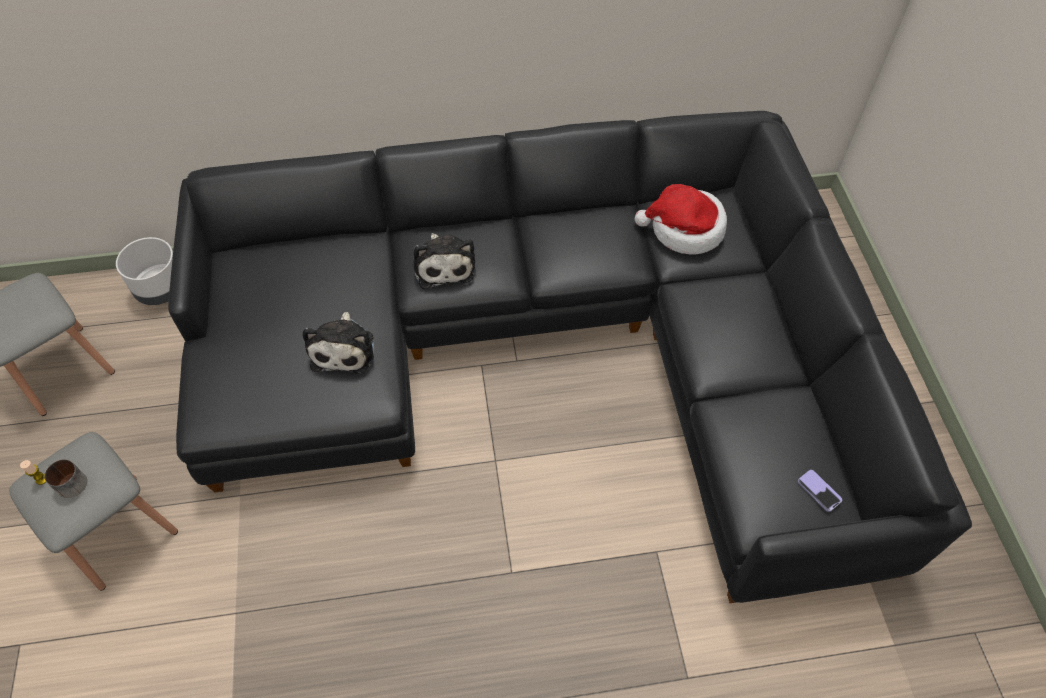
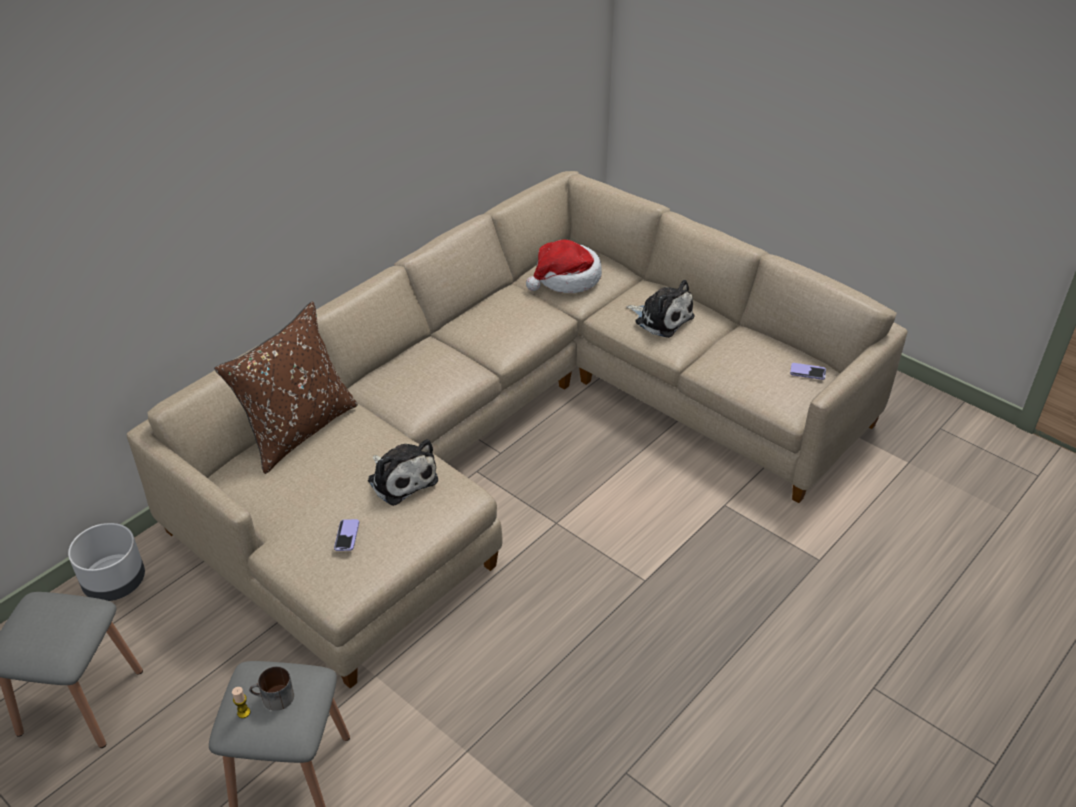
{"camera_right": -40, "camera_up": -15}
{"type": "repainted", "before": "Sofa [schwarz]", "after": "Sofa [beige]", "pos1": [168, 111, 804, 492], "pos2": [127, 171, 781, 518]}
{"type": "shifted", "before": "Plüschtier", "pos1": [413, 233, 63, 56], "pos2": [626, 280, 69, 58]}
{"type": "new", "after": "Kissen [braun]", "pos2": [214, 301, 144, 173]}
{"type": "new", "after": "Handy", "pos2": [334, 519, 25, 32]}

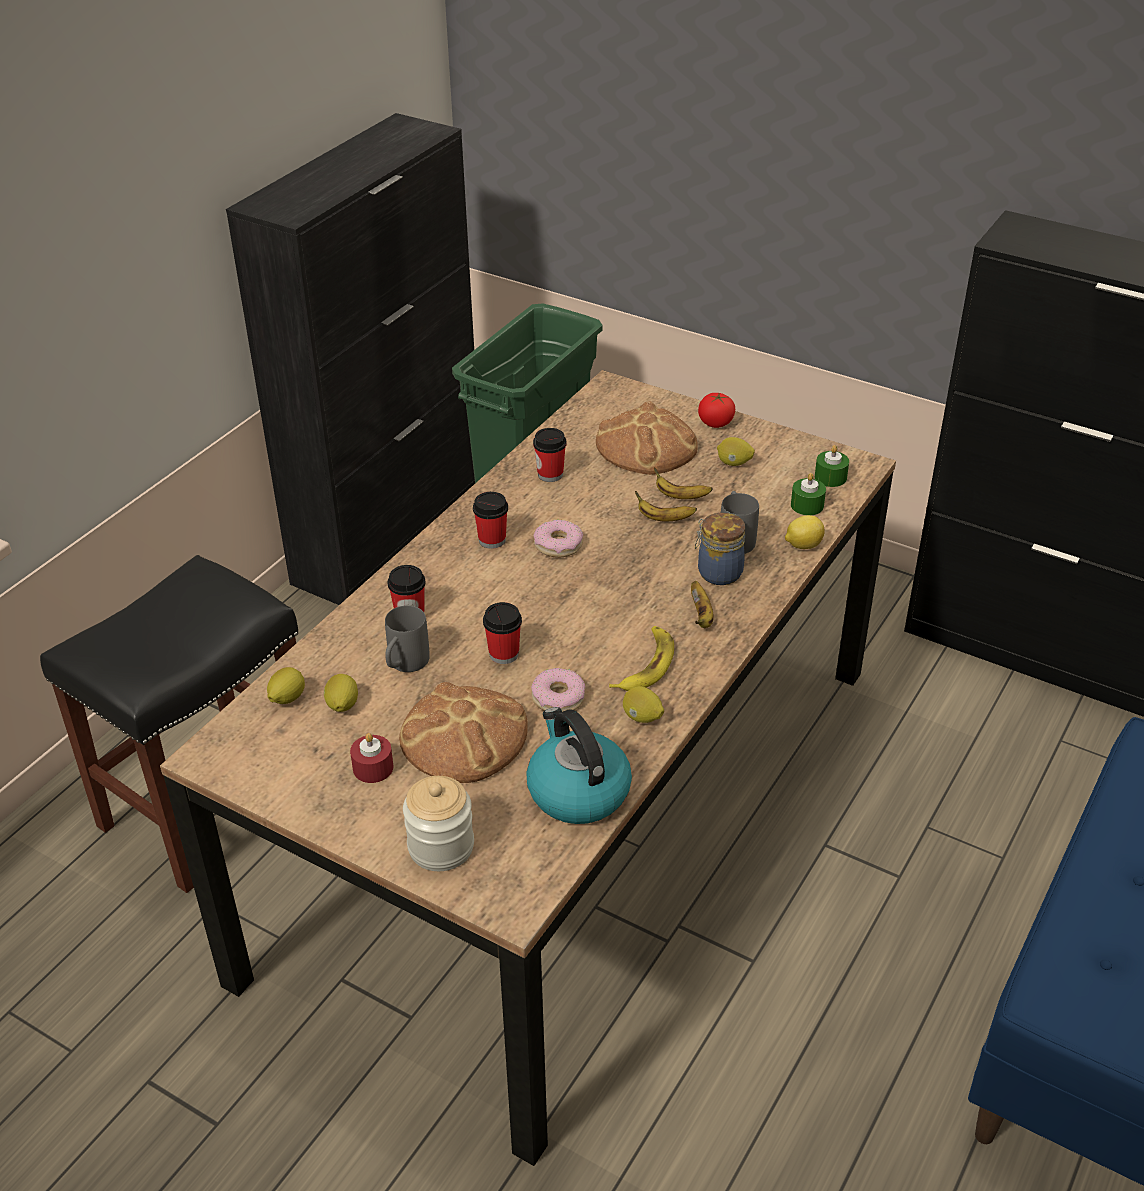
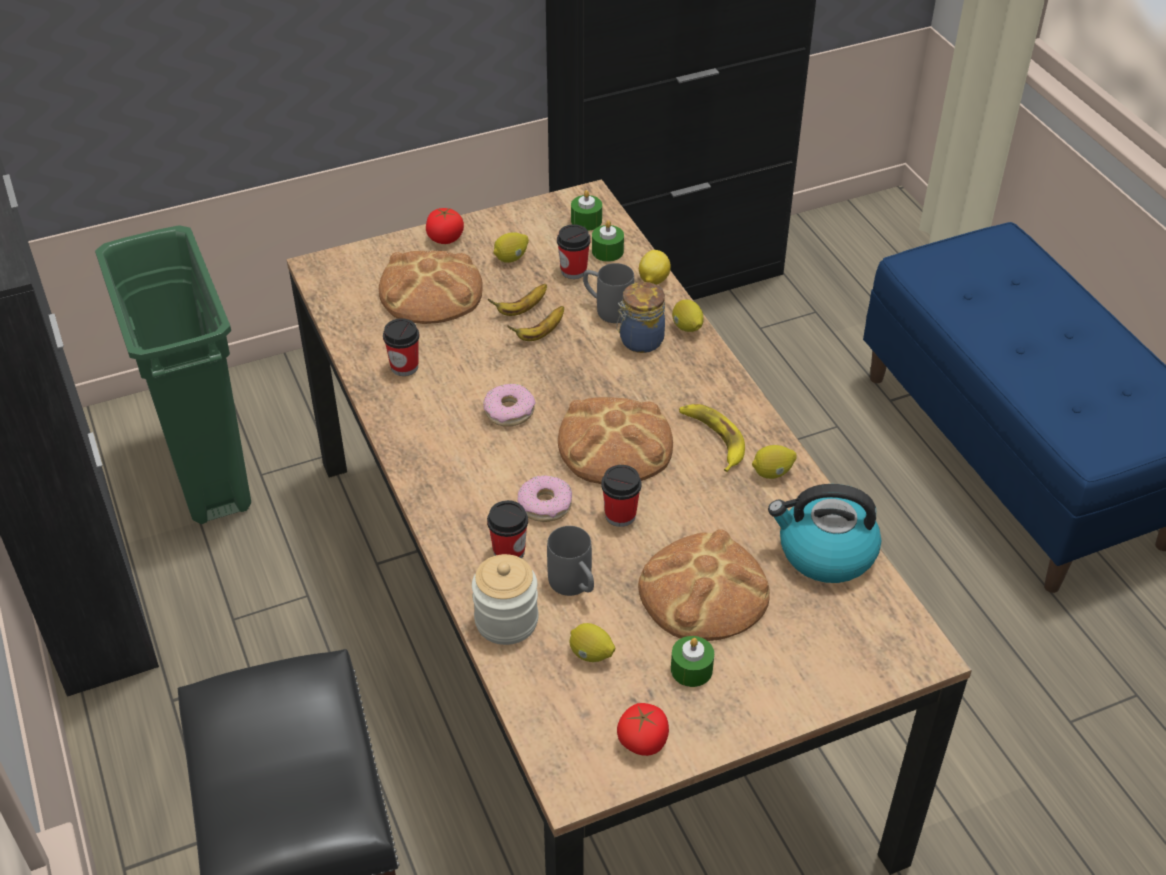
{"camera_right": -55, "camera_up": 5}
{"type": "shifted", "before": "Zitrone", "pos1": [267, 667, 38, 37], "pos2": [672, 300, 31, 32]}
{"type": "repainted", "before": "Kerze [rot]", "after": "Kerze [grün]", "pos1": [350, 733, 43, 50], "pos2": [671, 636, 43, 51]}
{"type": "shifted", "before": "Vorratsglas", "pos1": [403, 776, 71, 95], "pos2": [472, 554, 66, 91]}
{"type": "shifted", "before": "Tasse", "pos1": [473, 492, 35, 57], "pos2": [557, 224, 34, 55]}
{"type": "shifted", "before": "Donut", "pos1": [531, 668, 54, 44], "pos2": [518, 475, 54, 47]}
{"type": "gone", "before": "Banane", "pos1": [691, 581, 23, 47]}
{"type": "new", "after": "Brot", "pos2": [558, 397, 115, 87]}
{"type": "new", "after": "Tomate", "pos2": [617, 703, 52, 53]}

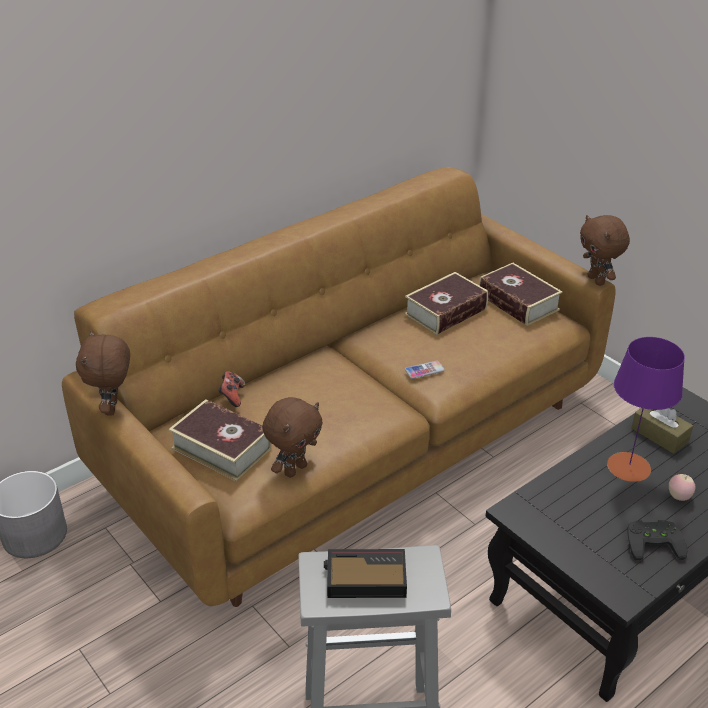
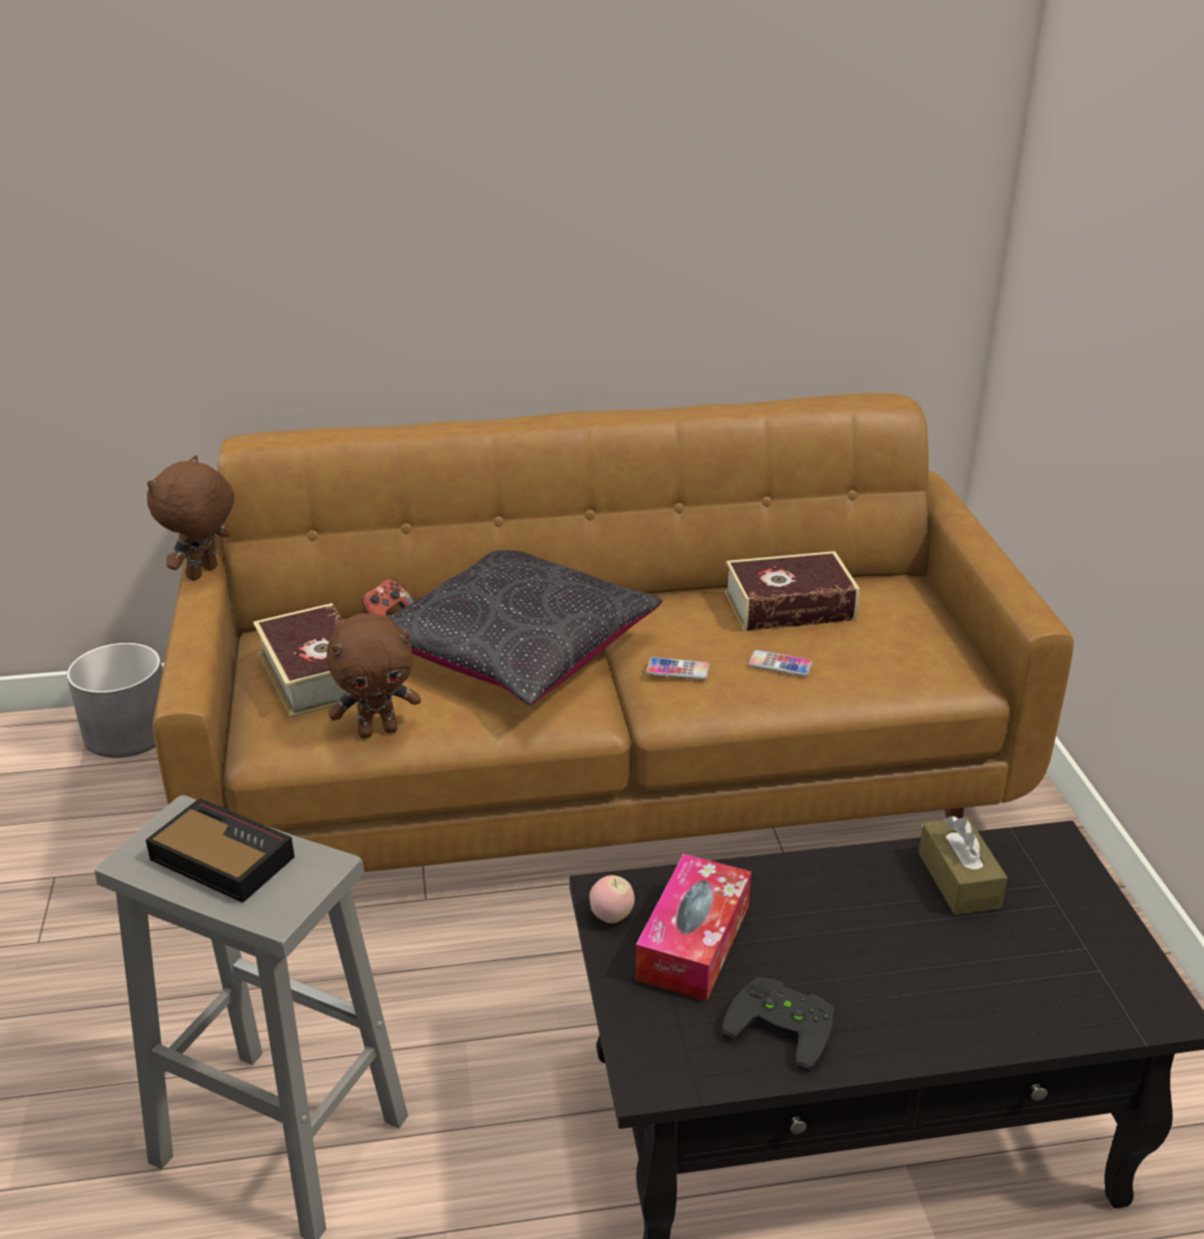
{"camera_right": 30, "camera_up": -5}
{"type": "gone", "before": "Buch", "pos1": [479, 263, 83, 63]}
{"type": "gone", "before": "Plüschtier [braun]", "pos1": [580, 215, 50, 71]}
{"type": "gone", "before": "Tischlampe [lila]", "pos1": [607, 337, 78, 145]}
{"type": "shifted", "before": "Apfel", "pos1": [669, 474, 26, 27], "pos2": [589, 875, 46, 48]}
{"type": "new", "after": "Kissen [schwarz]", "pos2": [389, 550, 274, 155]}
{"type": "new", "after": "Taschentuchbox", "pos2": [635, 853, 116, 148]}
{"type": "new", "after": "Handy", "pos2": [748, 650, 65, 27]}

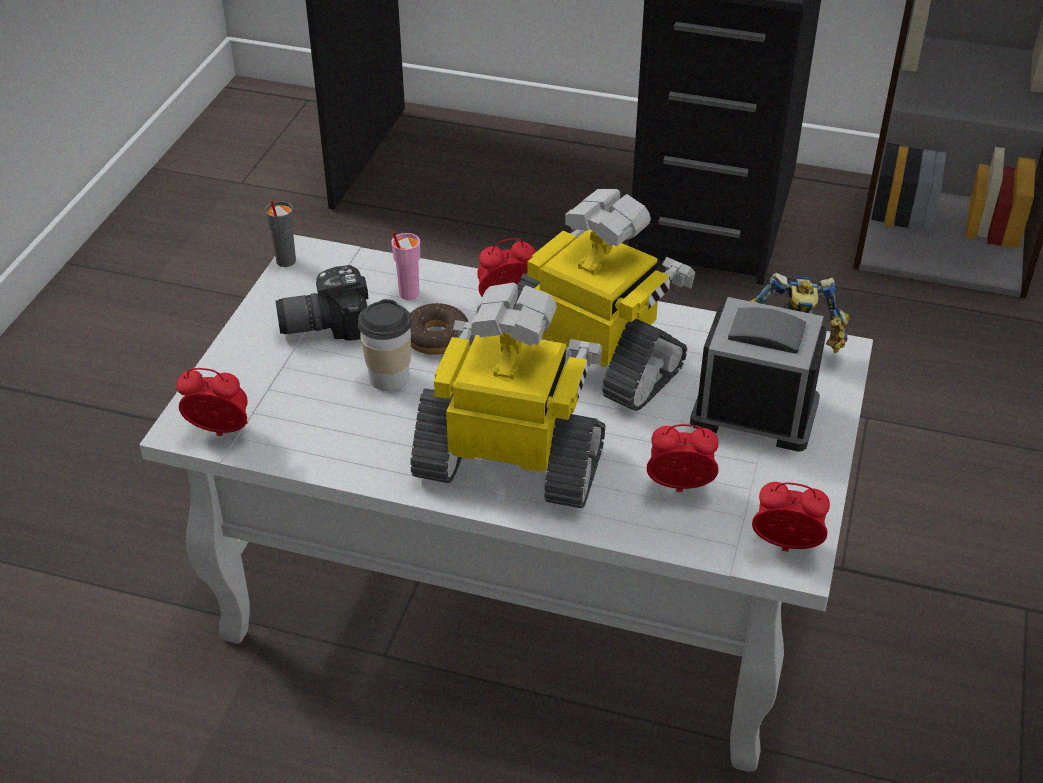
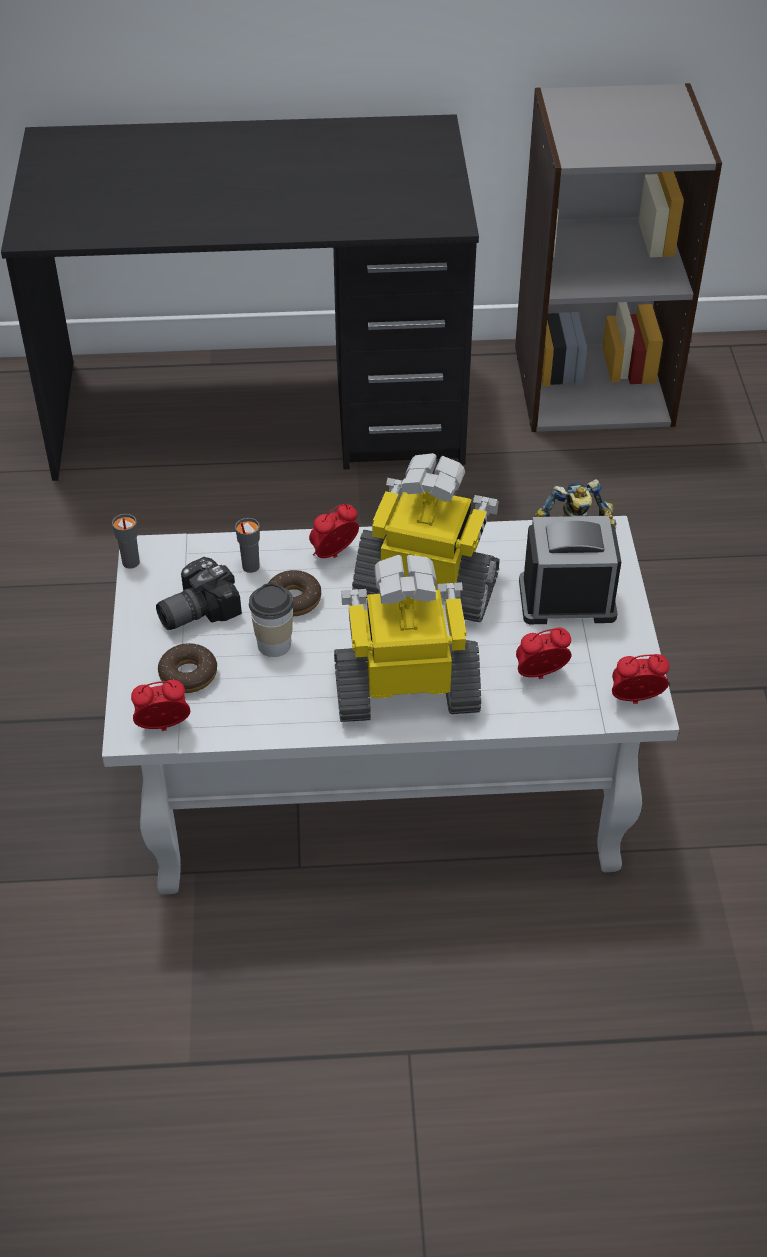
{"camera_right": -20, "camera_up": 5}
{"type": "repainted", "before": "Tasse [rosa]", "after": "Tasse [grau]", "pos1": [391, 231, 29, 69], "pos2": [235, 518, 25, 55]}
{"type": "new", "after": "Donut", "pos2": [158, 643, 59, 50]}

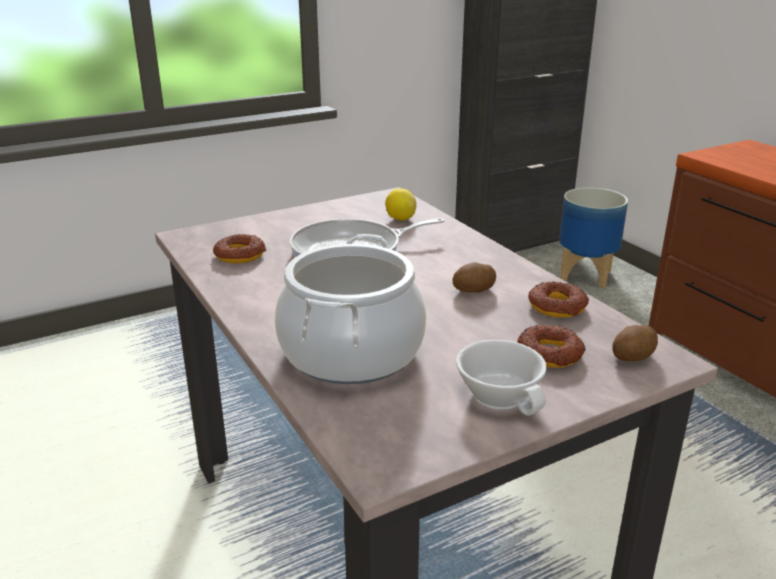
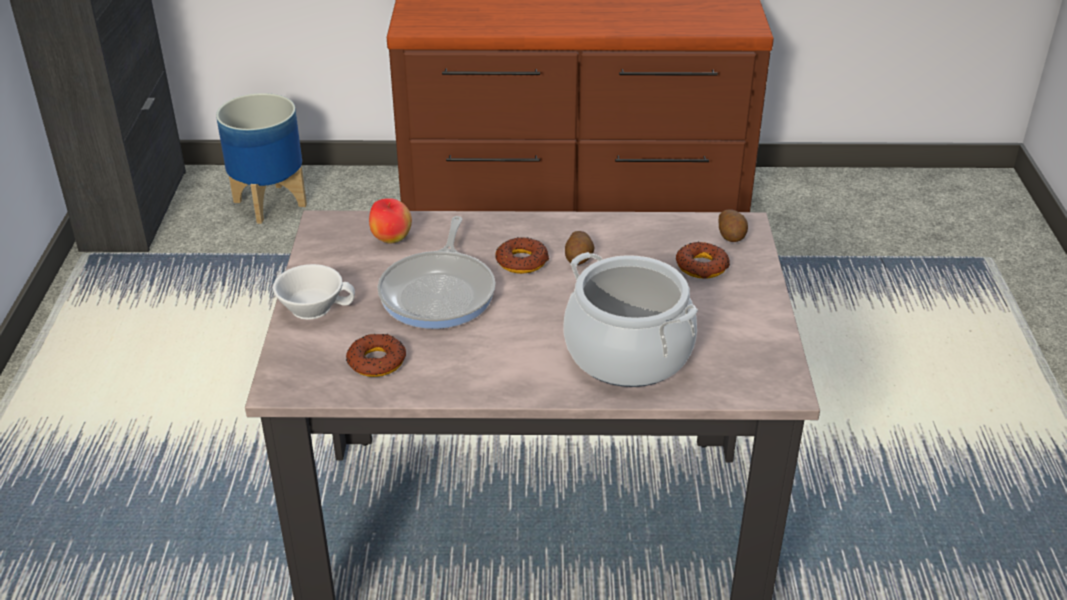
{"camera_right": -60, "camera_up": 10}
{"type": "swapped", "before": "Zitrone", "after": "Apfel", "pos1": [385, 189, 31, 32], "pos2": [369, 198, 43, 46]}
{"type": "shifted", "before": "Tasse [weiß]", "pos1": [456, 340, 91, 76], "pos2": [273, 264, 82, 56]}
{"type": "shifted", "before": "Donut", "pos1": [528, 281, 61, 37], "pos2": [495, 237, 54, 37]}

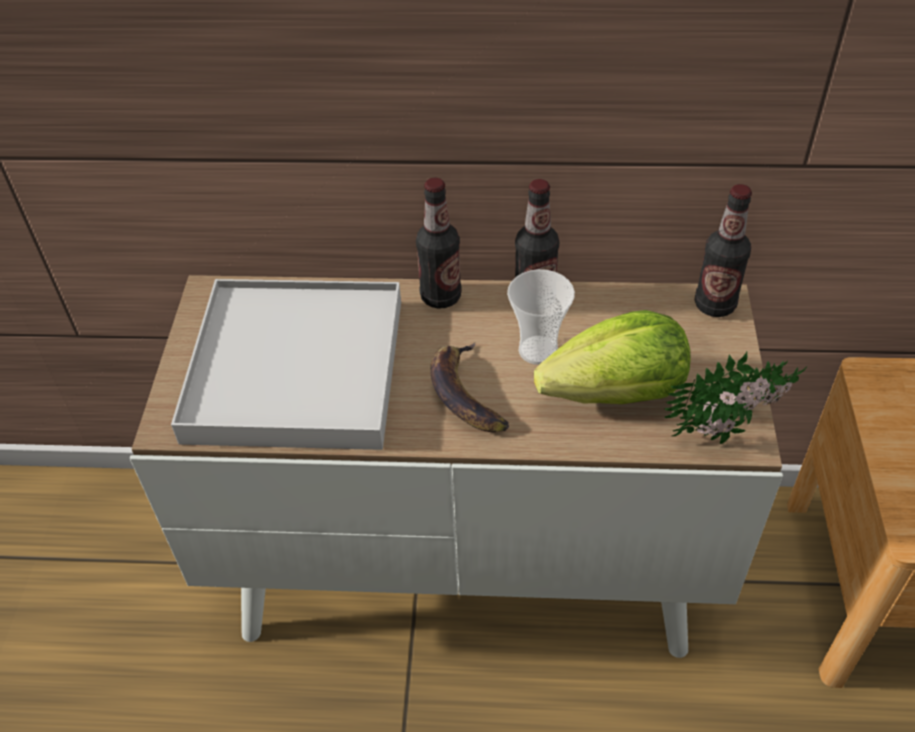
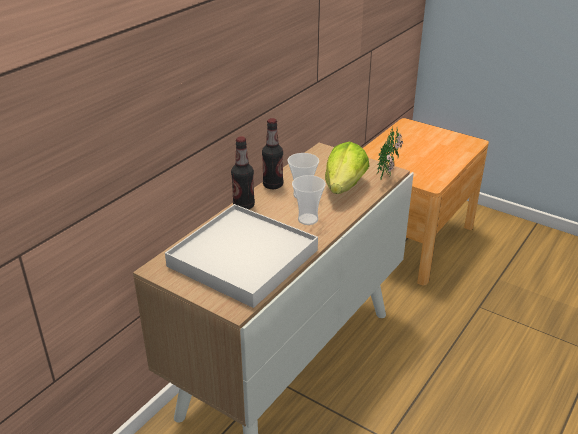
{"camera_right": -60, "camera_up": -15}
{"type": "swapped", "before": "Banane", "after": "Tasse", "pos1": [430, 343, 79, 89], "pos2": [292, 175, 34, 50]}
{"type": "gone", "before": "Flasche", "pos1": [695, 184, 57, 133]}

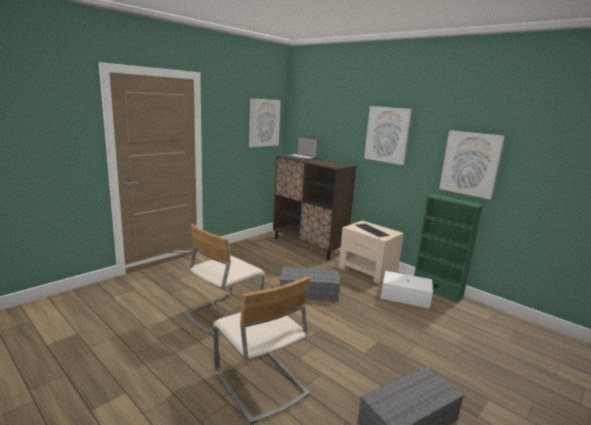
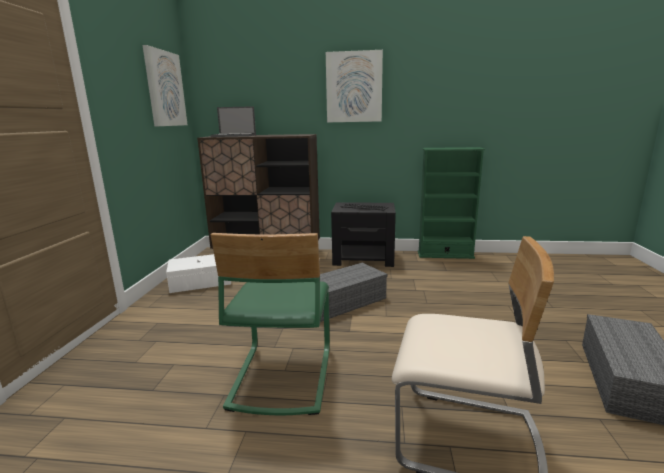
{"camera_right": -35, "camera_up": 0}
{"type": "repainted", "before": "Stuhl [beige]", "after": "Stuhl [grün]", "pos1": [184, 224, 81, 112], "pos2": [211, 233, 119, 182]}
{"type": "repainted", "before": "Nachttisch [beige]", "after": "Nachttisch [schwarz]", "pos1": [339, 221, 65, 63], "pos2": [331, 202, 65, 65]}
{"type": "shifted", "before": "Aufbewahrungsbox [weiß]", "pos1": [381, 271, 52, 38], "pos2": [166, 254, 65, 39]}
{"type": "gone", "before": "Bild", "pos1": [439, 130, 66, 69]}

